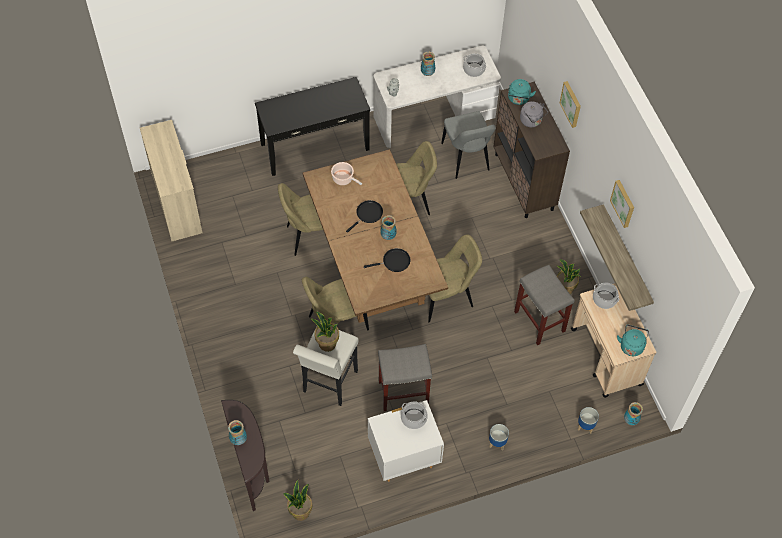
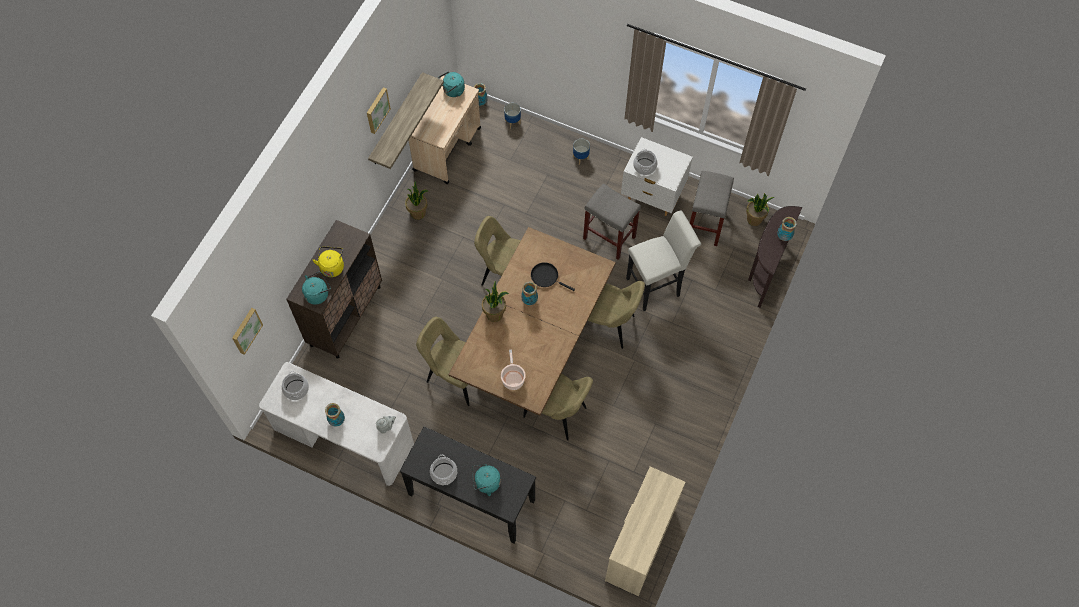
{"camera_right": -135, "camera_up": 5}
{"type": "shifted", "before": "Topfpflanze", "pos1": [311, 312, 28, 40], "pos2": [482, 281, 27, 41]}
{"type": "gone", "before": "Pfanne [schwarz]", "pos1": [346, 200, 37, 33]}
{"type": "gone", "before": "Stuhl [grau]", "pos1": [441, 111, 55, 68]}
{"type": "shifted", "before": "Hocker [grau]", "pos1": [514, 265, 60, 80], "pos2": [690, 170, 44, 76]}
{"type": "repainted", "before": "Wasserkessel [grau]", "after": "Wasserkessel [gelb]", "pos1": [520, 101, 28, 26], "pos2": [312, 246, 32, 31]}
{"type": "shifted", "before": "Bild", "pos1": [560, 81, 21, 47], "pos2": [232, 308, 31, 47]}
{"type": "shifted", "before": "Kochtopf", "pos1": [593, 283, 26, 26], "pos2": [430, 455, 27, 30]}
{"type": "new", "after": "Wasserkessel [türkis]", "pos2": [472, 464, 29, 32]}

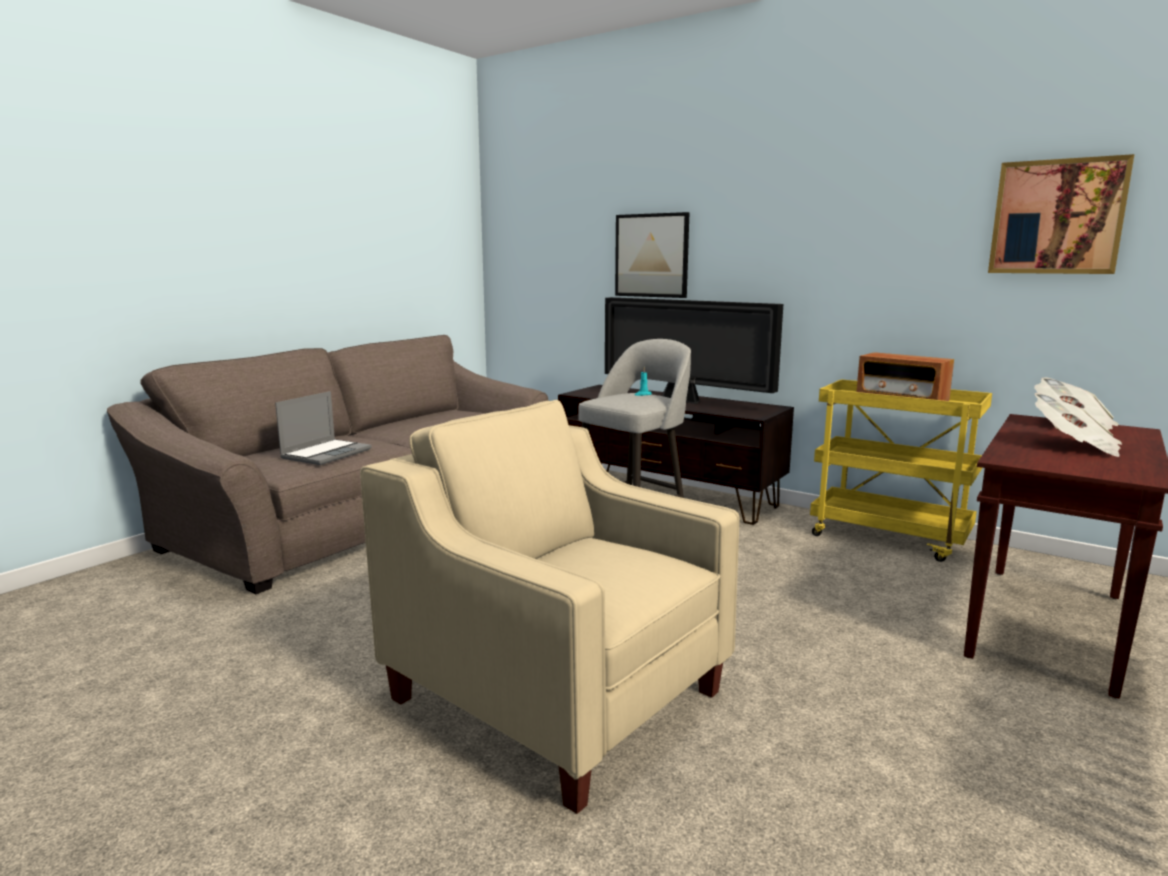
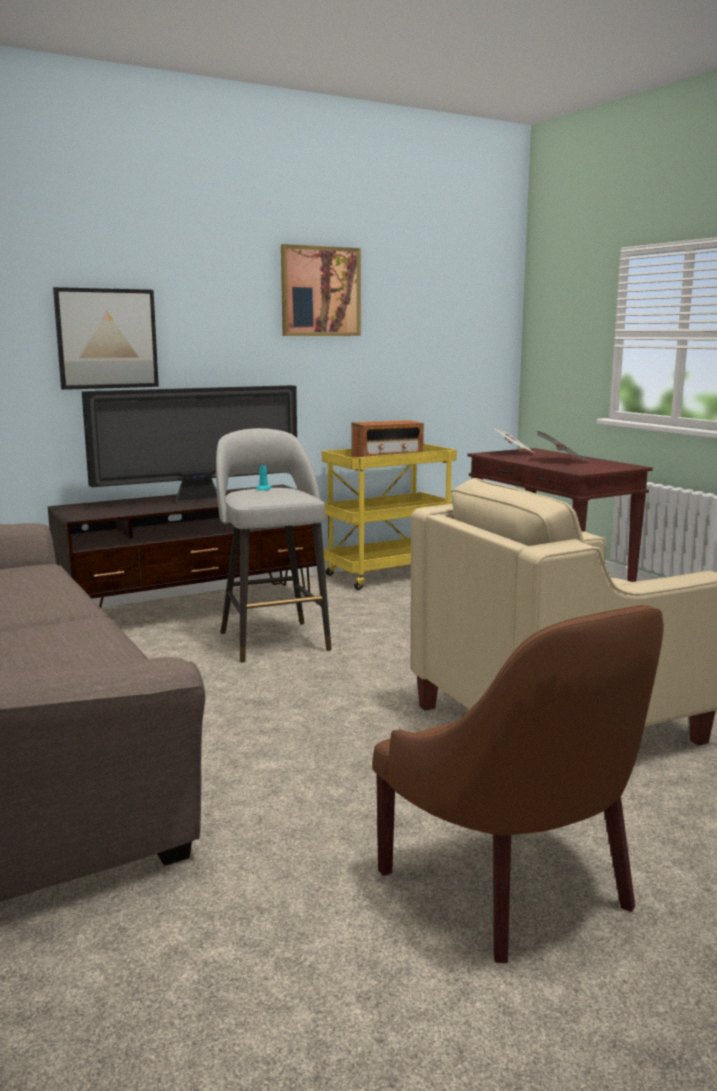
{"camera_right": -65, "camera_up": 0}
{"type": "gone", "before": "Laptop", "pos1": [275, 391, 97, 74]}
{"type": "shifted", "before": "Bild", "pos1": [988, 154, 146, 120], "pos2": [281, 244, 80, 92]}
{"type": "new", "after": "Sessel [braun]", "pos2": [372, 605, 292, 358]}

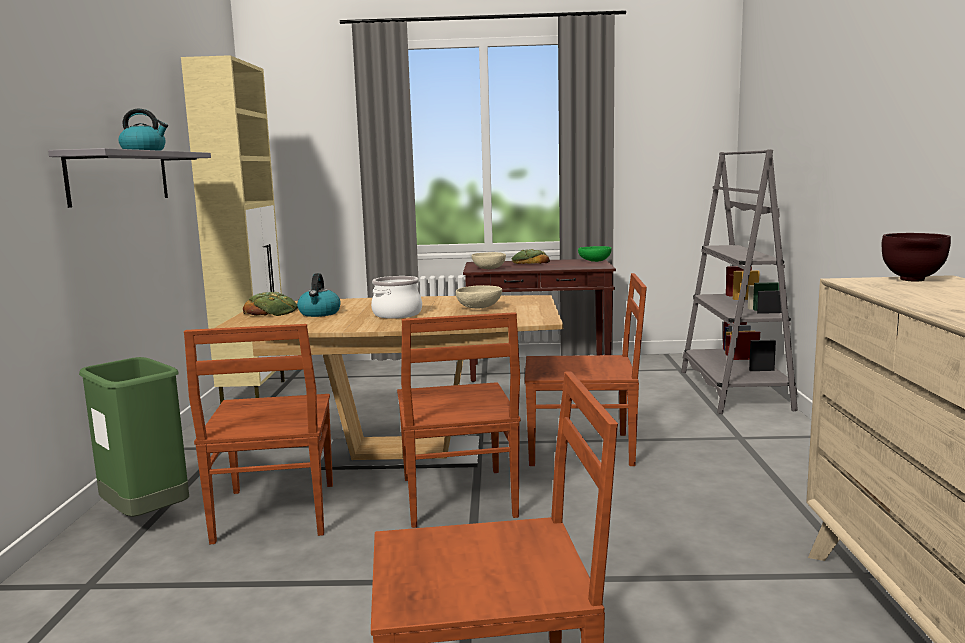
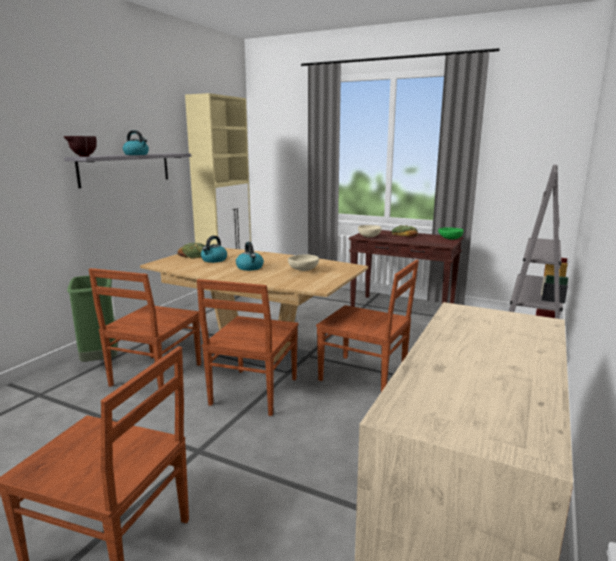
{"camera_right": 25, "camera_up": 5}
{"type": "swapped", "before": "Kochtopf", "after": "Wasserkessel", "pos1": [371, 276, 51, 43], "pos2": [236, 242, 28, 29]}
{"type": "shifted", "before": "Schüssel [braun]", "pos1": [882, 233, 69, 48], "pos2": [64, 136, 33, 21]}

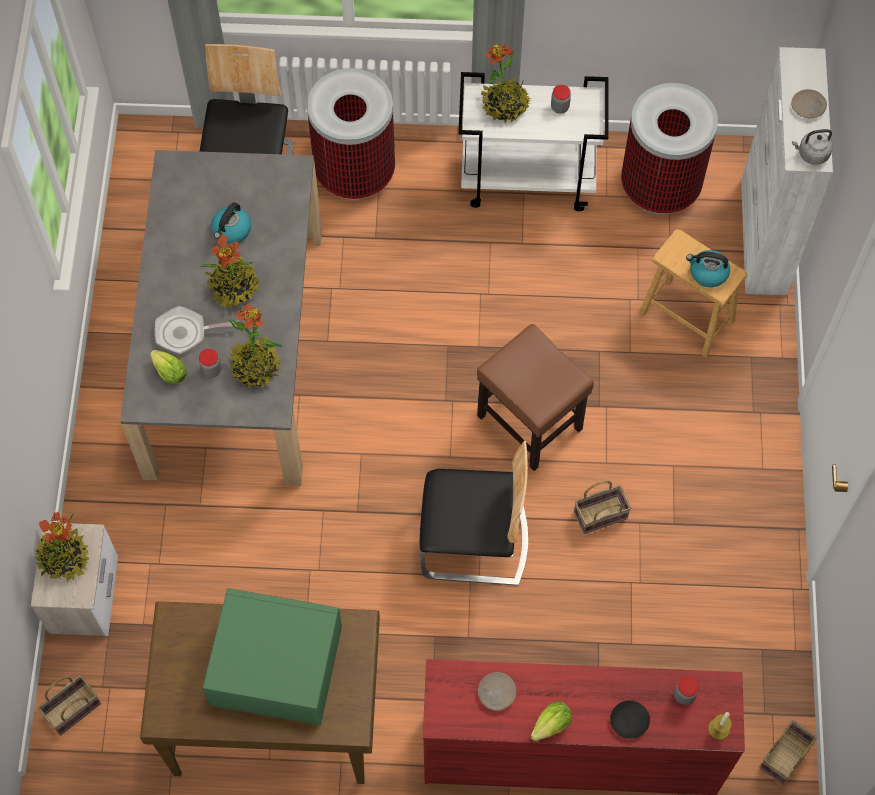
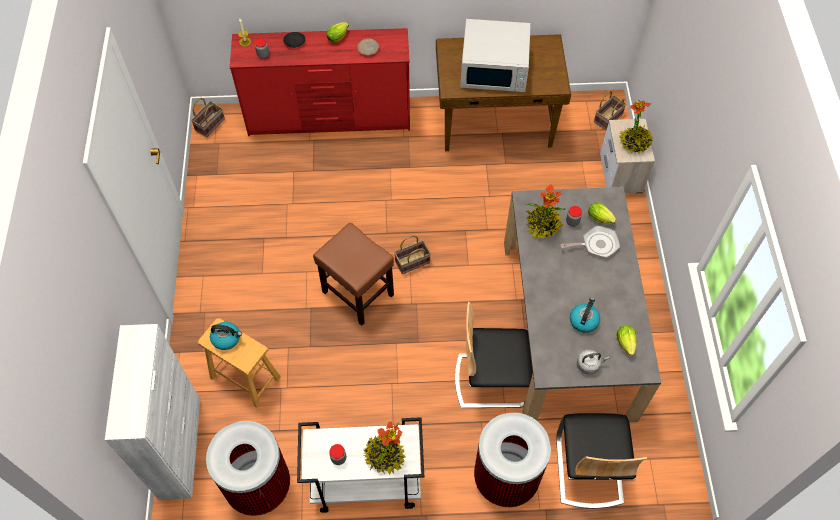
{"camera_right": 175, "camera_up": -5}
{"type": "gone", "before": "Topfpflanze", "pos1": [200, 233, 59, 77]}
{"type": "repainted", "before": "Mikrowelle [grün]", "after": "Mikrowelle [weiß]", "pos1": [202, 588, 140, 137], "pos2": [460, 19, 71, 73]}
{"type": "shifted", "before": "Stuhl", "pos1": [420, 441, 108, 145], "pos2": [455, 302, 78, 106]}
{"type": "shifted", "before": "Korb", "pos1": [574, 481, 57, 53], "pos2": [394, 235, 37, 39]}
{"type": "gone", "before": "Teller [beige]", "pos1": [791, 89, 36, 30]}
{"type": "shifted", "before": "Wasserkessel [grau]", "pos1": [792, 129, 41, 36], "pos2": [577, 350, 32, 25]}
{"type": "new", "after": "Salatkopf", "pos2": [616, 325, 21, 31]}

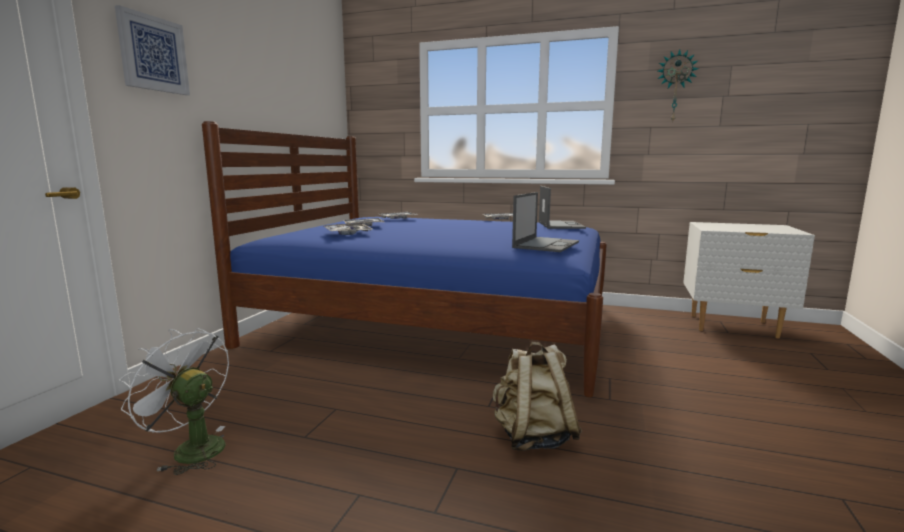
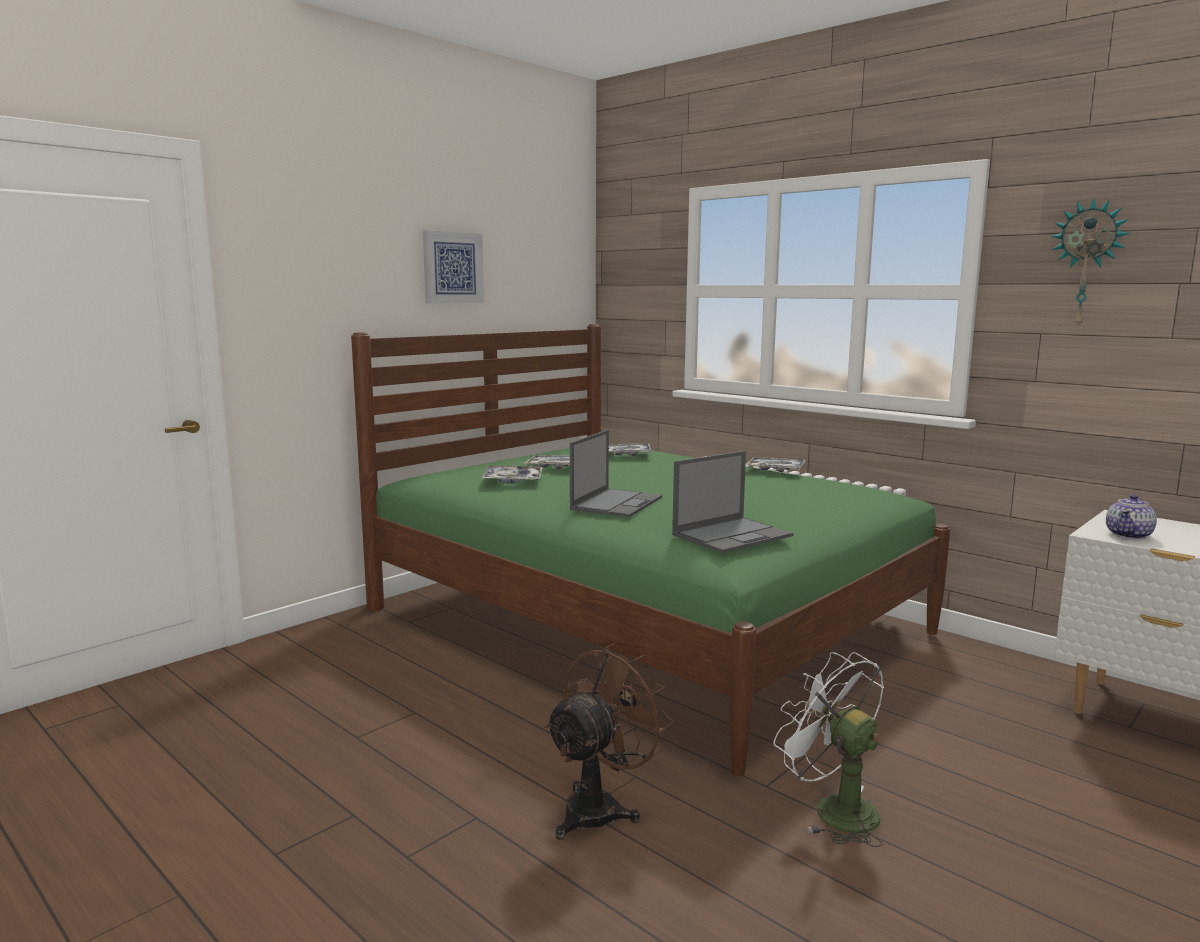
{"camera_right": 25, "camera_up": 0}
{"type": "shifted", "before": "Bild", "pos1": [115, 5, 75, 90], "pos2": [423, 230, 61, 74]}
{"type": "shifted", "before": "Ventilator [weiß]", "pos1": [119, 328, 110, 147], "pos2": [774, 652, 110, 195]}
{"type": "repainted", "before": "Bett [blau]", "after": "Bett [grün]", "pos1": [202, 121, 405, 276], "pos2": [351, 324, 599, 452]}
{"type": "swapped", "before": "Rucksack [beige]", "after": "Ventilator [braun]", "pos1": [493, 342, 89, 109], "pos2": [544, 643, 130, 197]}
{"type": "shifted", "before": "Laptop", "pos1": [539, 186, 47, 43], "pos2": [570, 430, 92, 87]}
{"type": "new", "after": "Teekanne", "pos2": [1106, 494, 51, 45]}

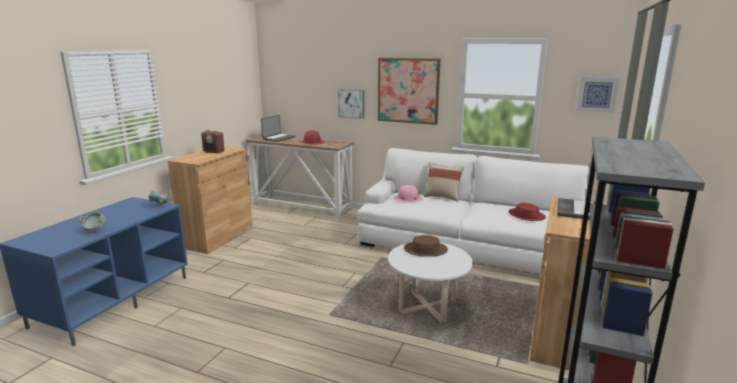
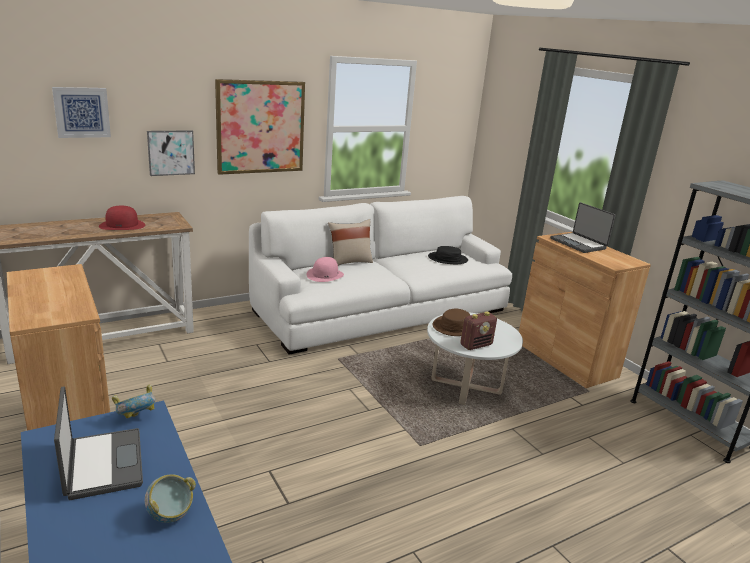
{"camera_right": -55, "camera_up": 5}
{"type": "shifted", "before": "Radio", "pos1": [201, 130, 23, 23], "pos2": [460, 312, 37, 38]}
{"type": "shifted", "before": "Laptop", "pos1": [261, 115, 34, 27], "pos2": [54, 386, 89, 114]}
{"type": "repainted", "before": "Hut [rot]", "after": "Hut [schwarz]", "pos1": [509, 203, 37, 18], "pos2": [428, 246, 40, 18]}
{"type": "shifted", "before": "Bild", "pos1": [576, 77, 43, 36], "pos2": [52, 87, 59, 51]}

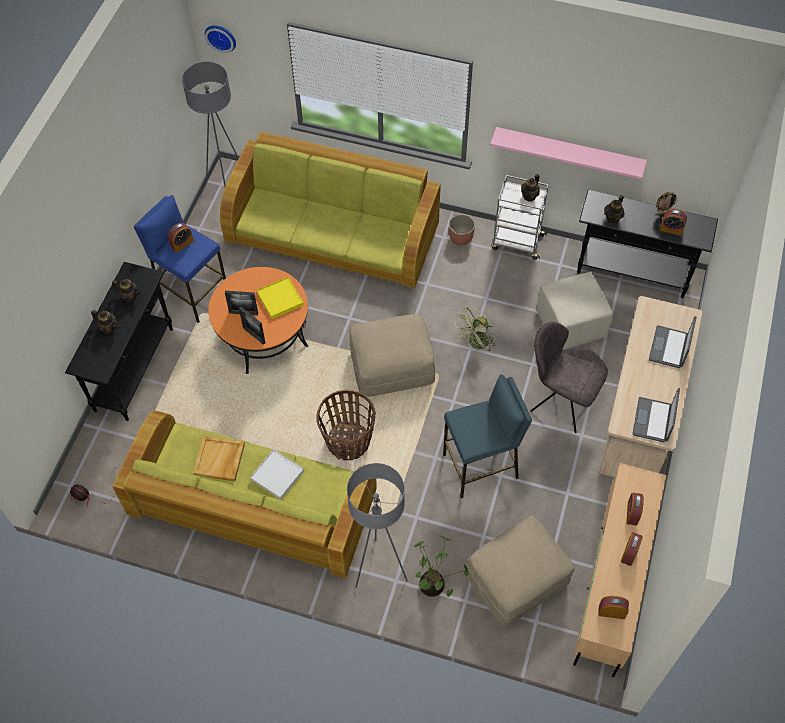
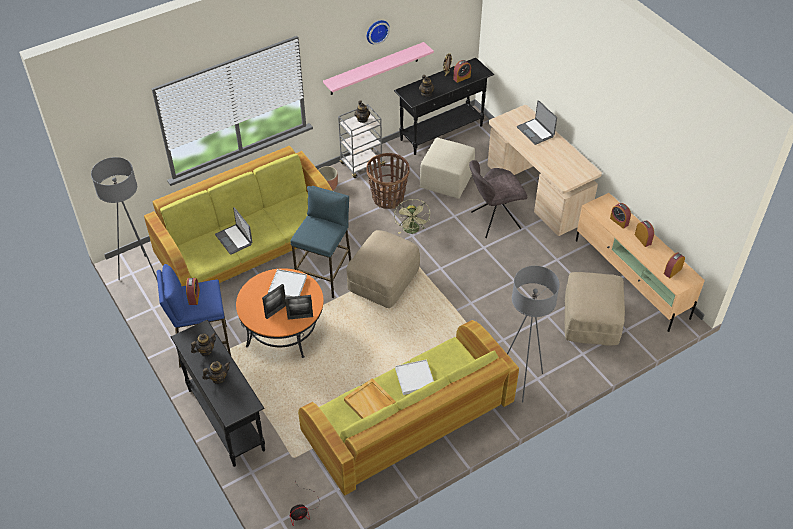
{"camera_right": -50, "camera_up": -10}
{"type": "shifted", "before": "Wanduhr", "pos1": [205, 25, 31, 28], "pos2": [367, 20, 23, 25]}
{"type": "repainted", "before": "Tablett [gelb]", "after": "Tablett [weiß]", "pos1": [257, 277, 47, 42], "pos2": [268, 269, 39, 28]}
{"type": "shifted", "before": "Korb", "pos1": [316, 390, 60, 71], "pos2": [366, 153, 44, 56]}
{"type": "gone", "before": "Topfpflanze", "pos1": [414, 535, 55, 62]}
{"type": "shifted", "before": "Hocker [blau]", "pos1": [443, 374, 89, 124], "pos2": [291, 186, 60, 112]}
{"type": "shifted", "before": "Laptop", "pos1": [632, 388, 48, 54], "pos2": [215, 207, 38, 48]}

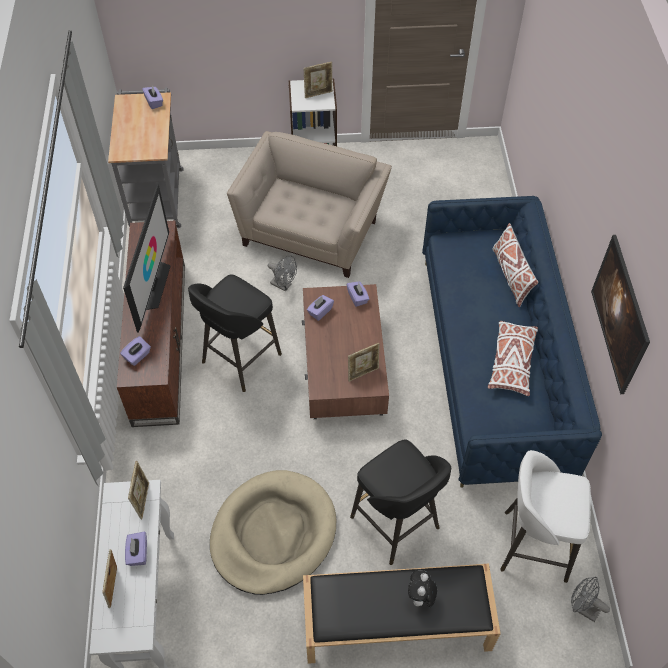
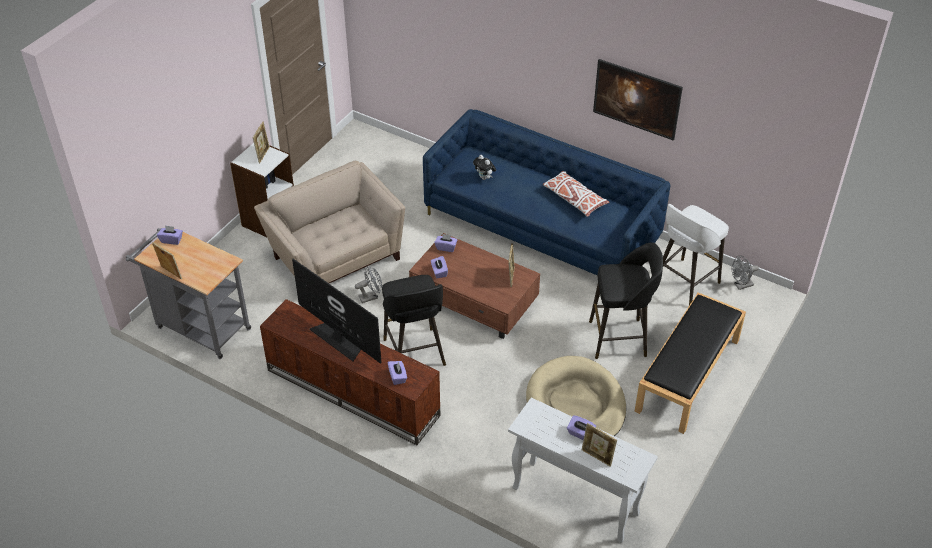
{"camera_right": -55, "camera_up": -10}
{"type": "shifted", "before": "Bilderrahmen", "pos1": [128, 461, 21, 58], "pos2": [152, 242, 30, 37]}
{"type": "shifted", "before": "Plüschtier", "pos1": [408, 570, 29, 37], "pos2": [473, 155, 23, 25]}
{"type": "gone", "before": "Kissen [weiß]", "pos1": [492, 223, 46, 84]}

